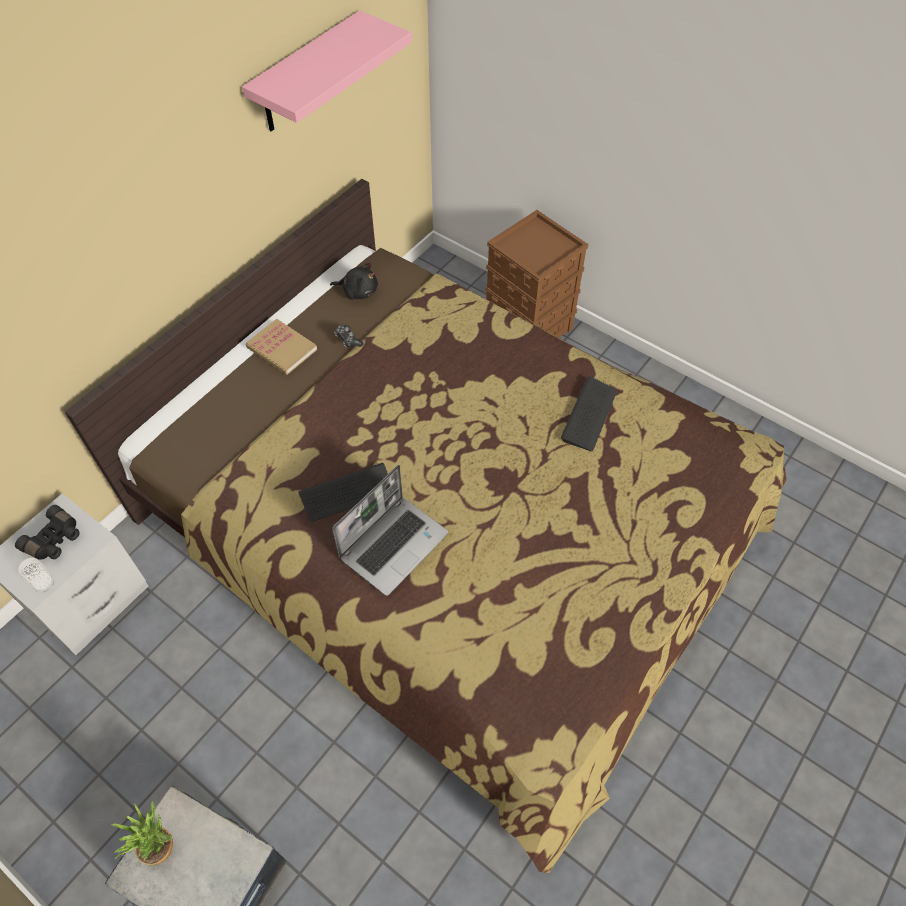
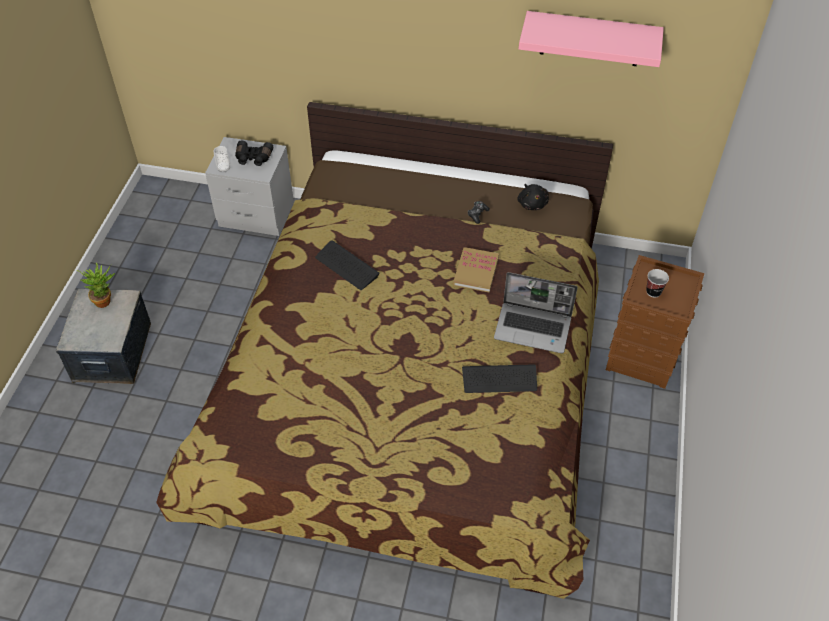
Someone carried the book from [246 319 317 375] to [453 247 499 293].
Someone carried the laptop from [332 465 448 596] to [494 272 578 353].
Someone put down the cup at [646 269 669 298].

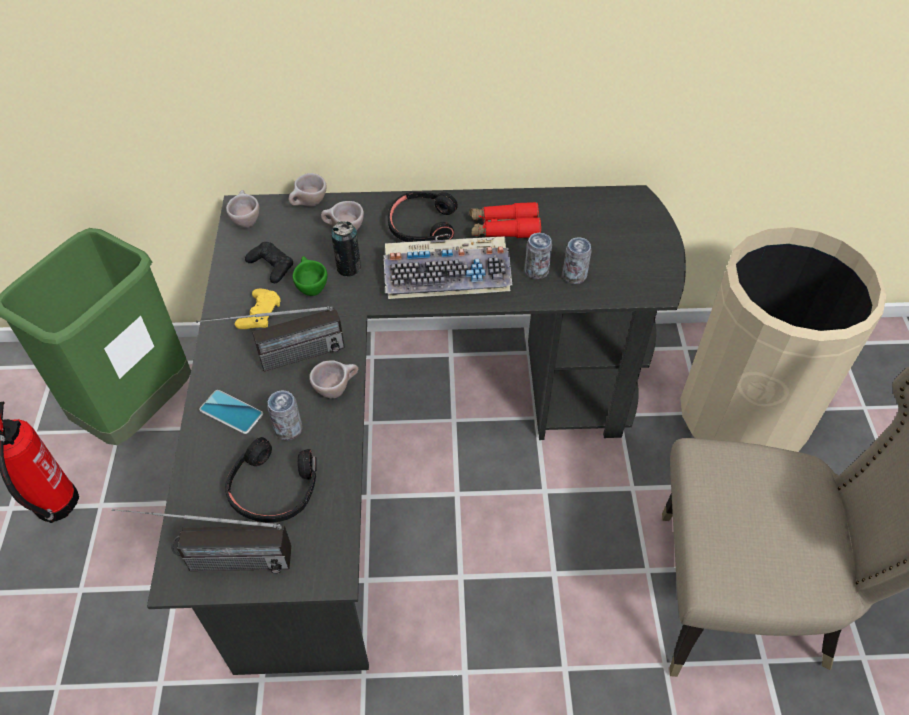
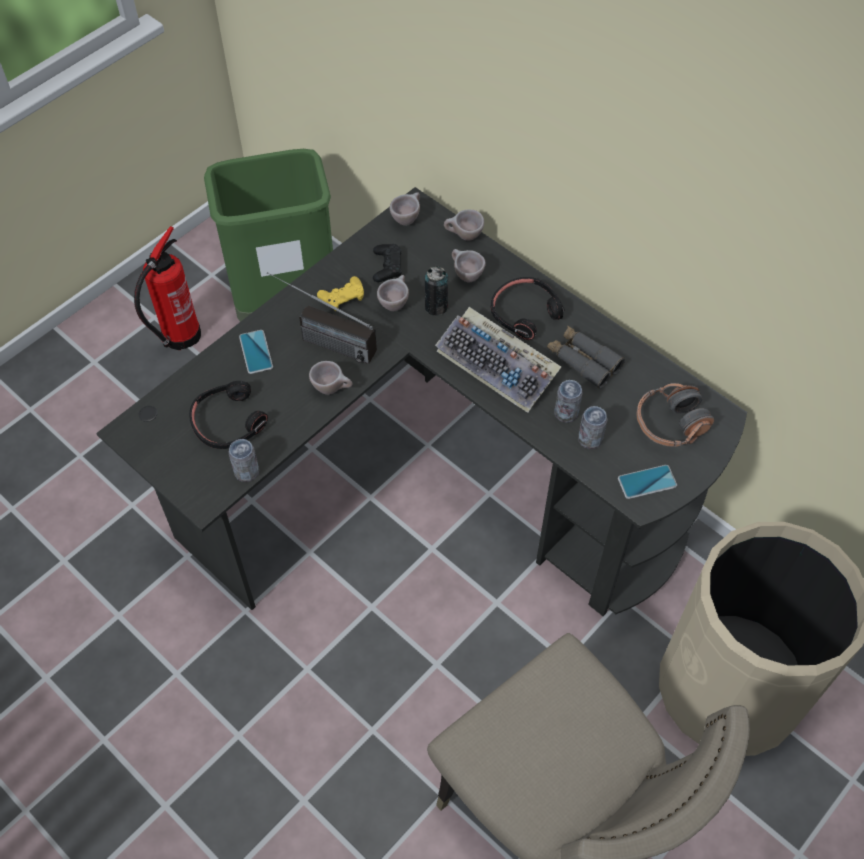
Someone took away the radio at [112 508 291 574].
Someone carried the can from [267 390 303 440] to [229 439 259 482].
Someone repainted the cup (green) at [292 256 327 296], which became the cup (beige) at [377 275 409 311].
Someone repainted the binoculars (red) at [469 202 541 238], which became the binoculars (grey) at [547 325 625 389].
Someone put down the phone at [618 465 677 499].
Someone put down the headphones at [637 383 715 447].

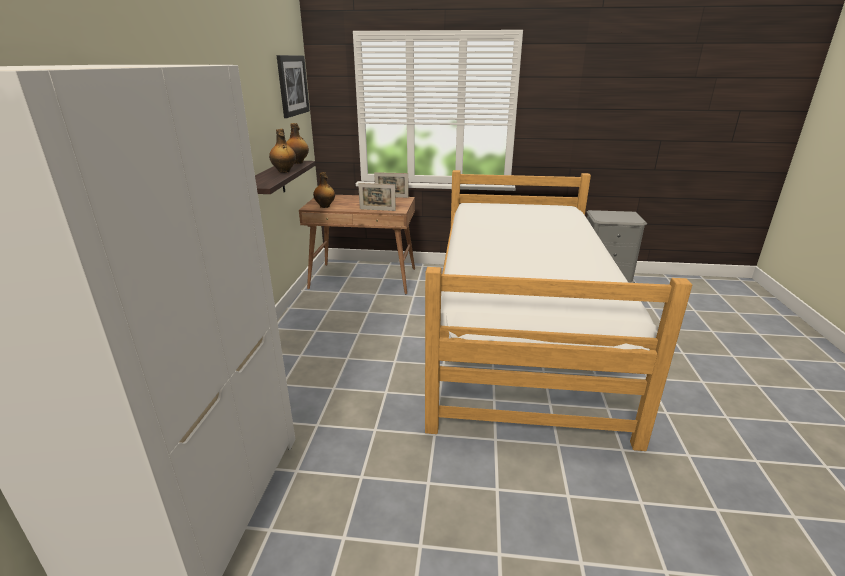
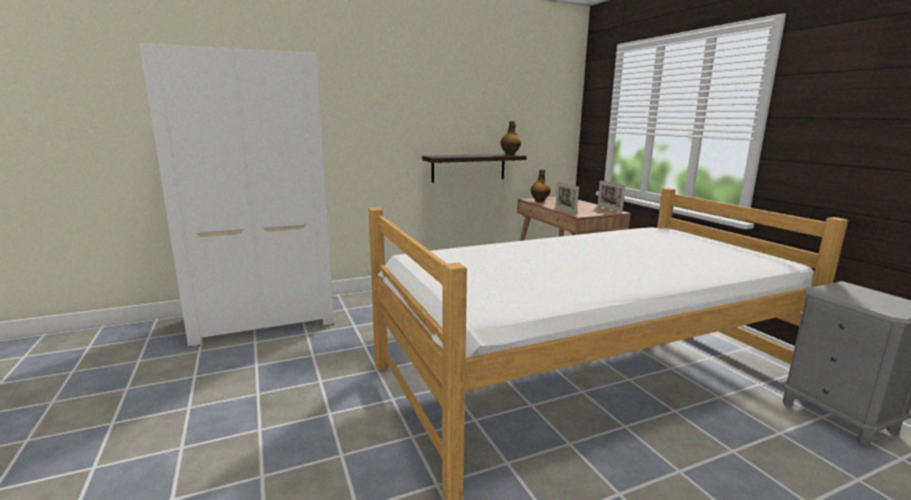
Someone took away the bottle at [269 129 296 173].
Someone took away the picture at [277 55 310 118].

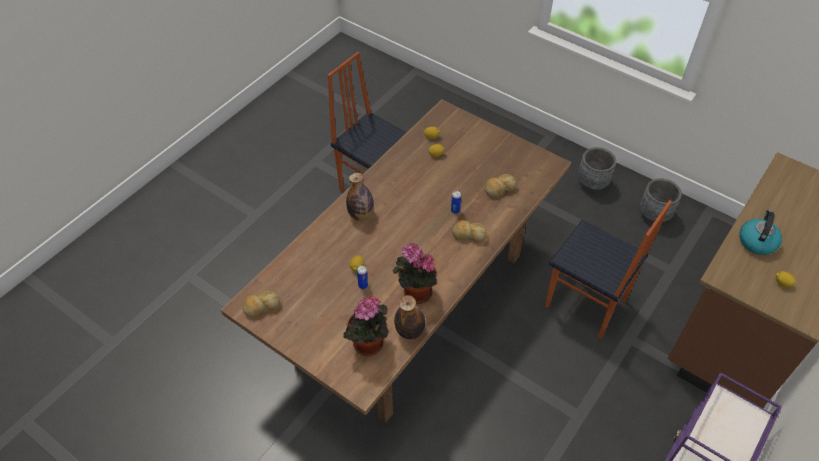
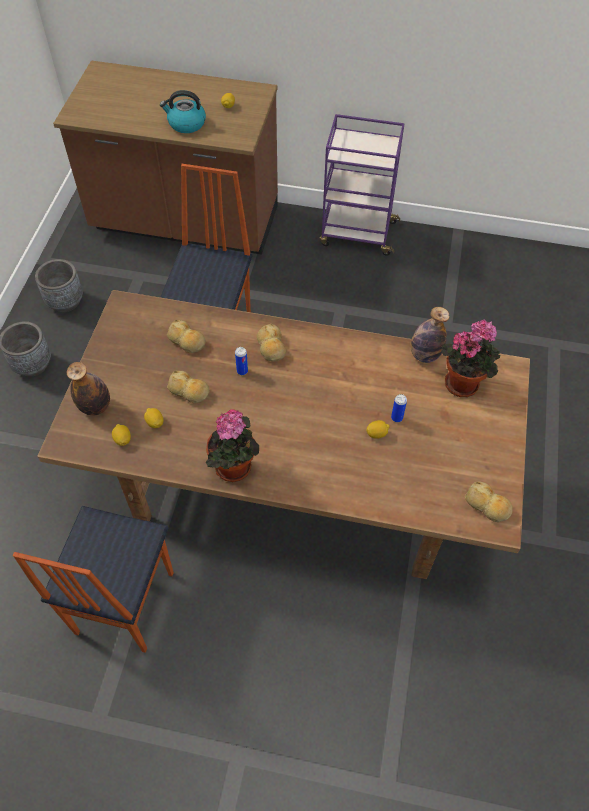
Someone carried the bottle from [346 173 374 221] to [67 362 110 416].
Someone carried the potted plant from [392 243 437 304] to [206 409 259 482].
Someone put down the bread at [167 371 210 403].

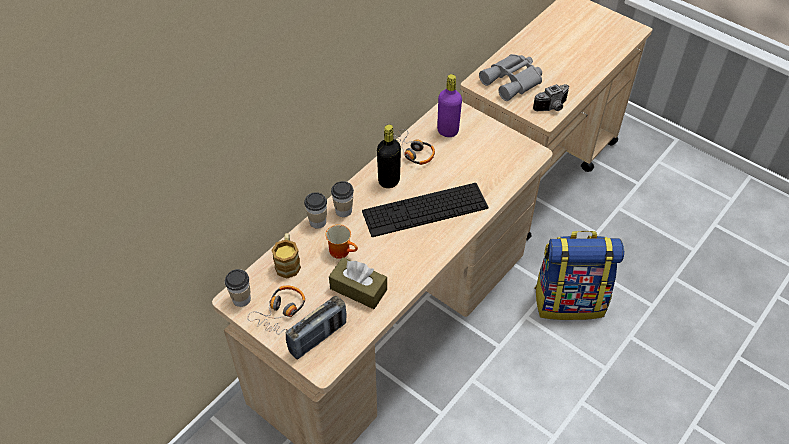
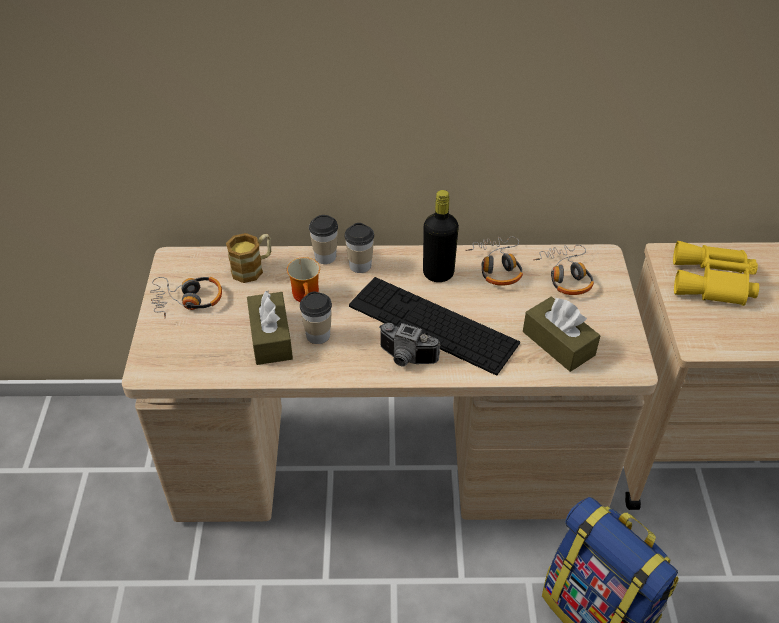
Someone carried the cup from [225 269 251 307] to [300 291 332 344].
Someone took away the radio at [285 296 346 360].
Someone swapped the bottle (purple) at [437 74 462 137] for the headphones at [533 245 594 295].
Someone repainted the binoculars (grey) at [479 54 542 101], which became the binoculars (yellow) at [673 241 759 306].
Someone carried the photo camera from [533 84 569 111] to [379 323 441 366].
Someone put down the tissue box (brown) at [523 297 600 372].

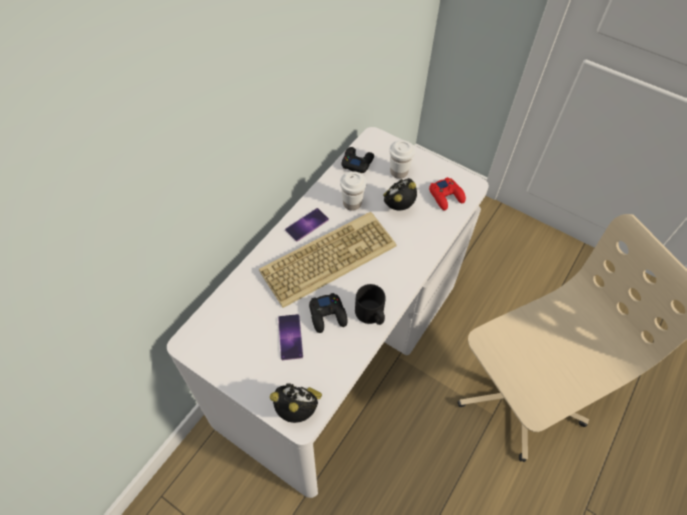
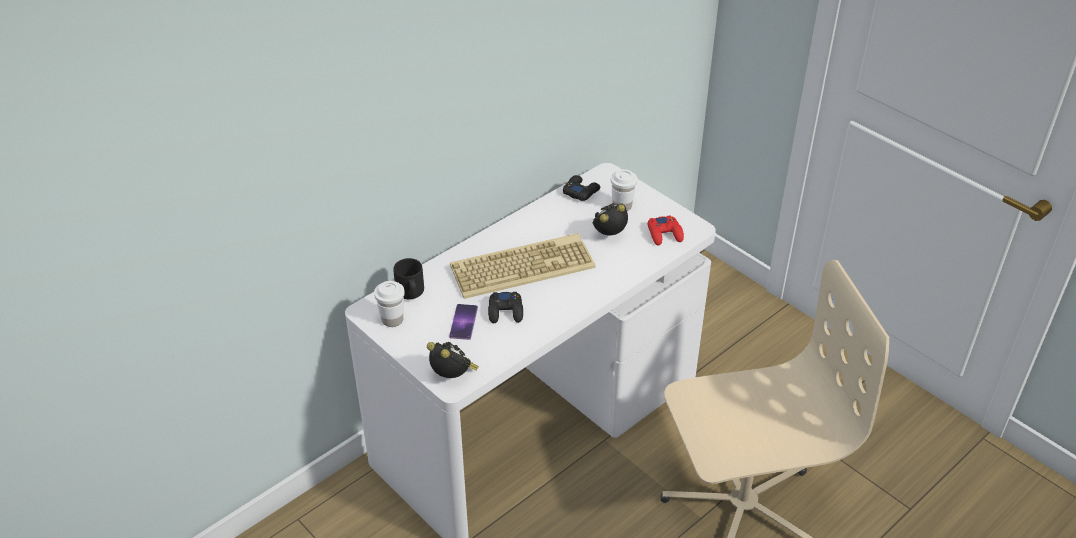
Someone took away the phone at [285 208 329 242].
Someone carried the cup (white) from [340 171 367 211] to [374 281 405 327].
Someone carried the mug (black) from [355 284 386 325] to [393 258 424 299].

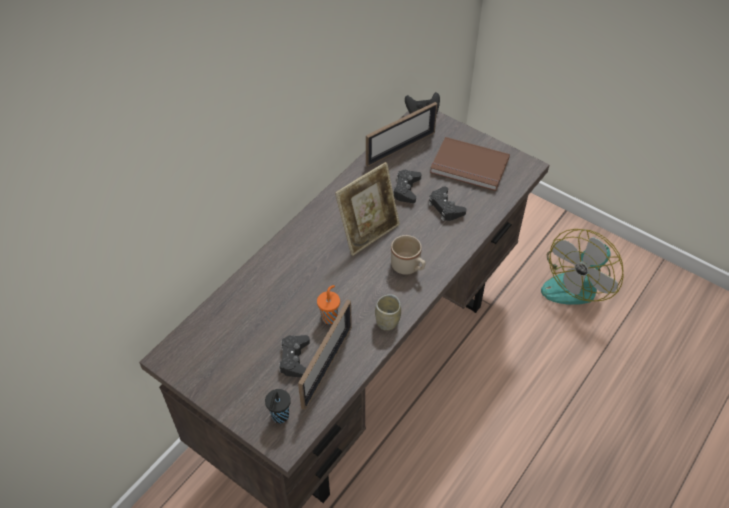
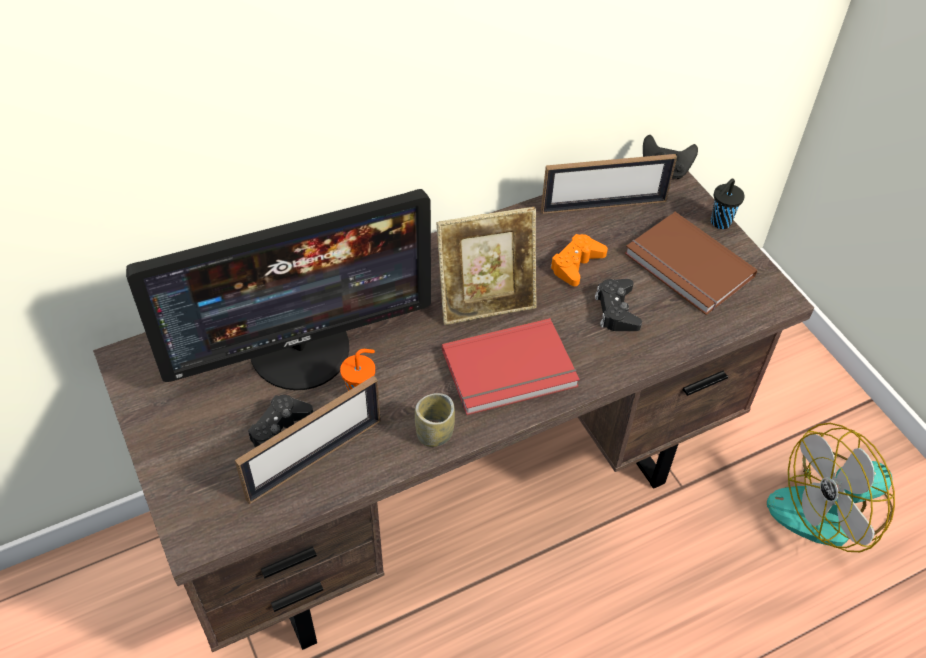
Someone carried the cup (black) from [265 389 291 423] to [711 179 745 229].
Someone swapped the mug (beige) at [391 235 426 275] for the book (red) at [442 318 580 415].
Someone repainted the game controller (black) at [393 170 421 203], which became the game controller (orange) at [550 234 608 286].
Someone put down the monitor at [126 189 431 390].

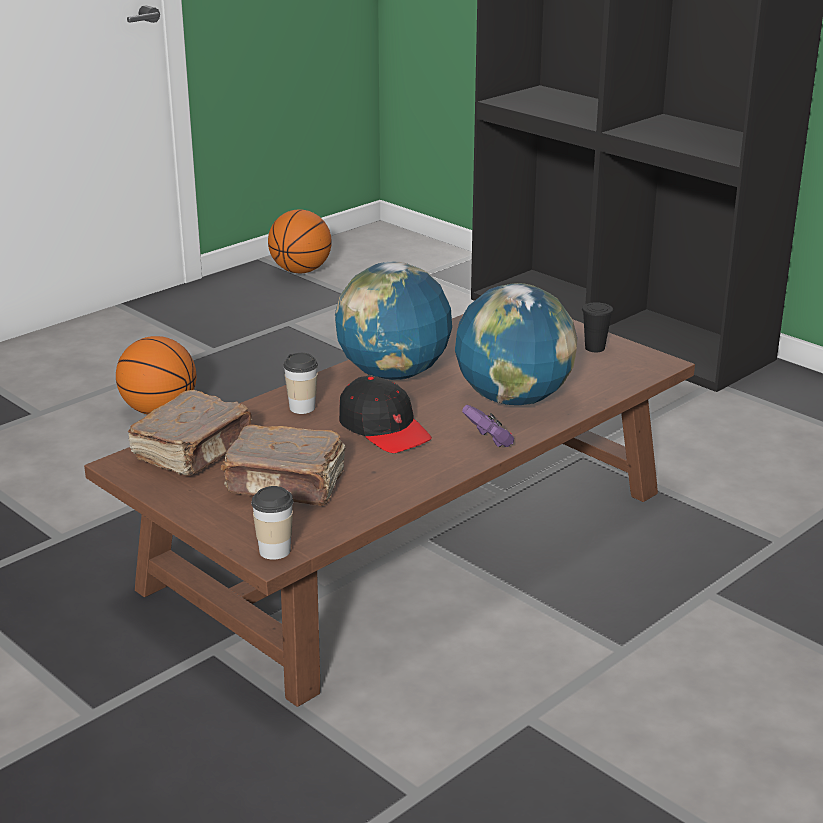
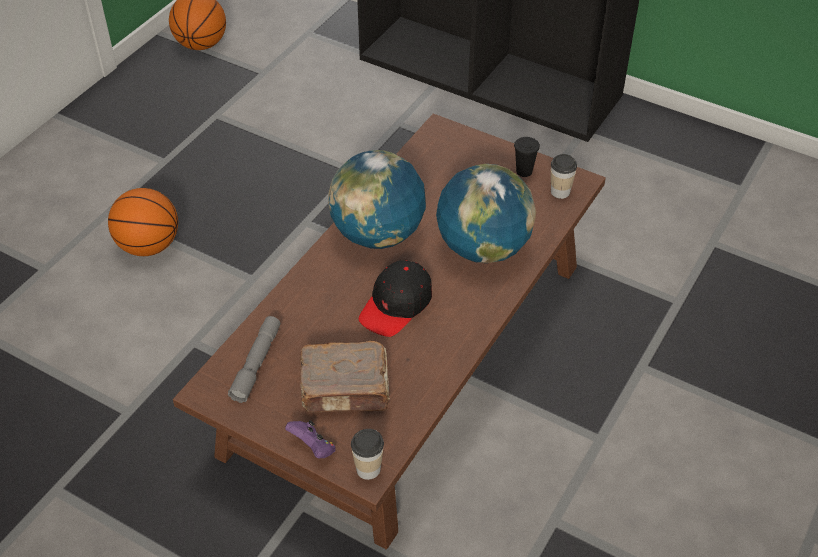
Someone swapped the book (brown) at [128 390 252 475] for the flashlight (grey) at [228 316 281 403].
Someone carried the cup from [283 353 318 414] to [551 154 577 199].
Someone rotated the cap (black) at [339 376 432 453] by 90 degrees clockwise.
Someone carried the game controller (purple) from [462 405 514 447] to [285 420 336 458].

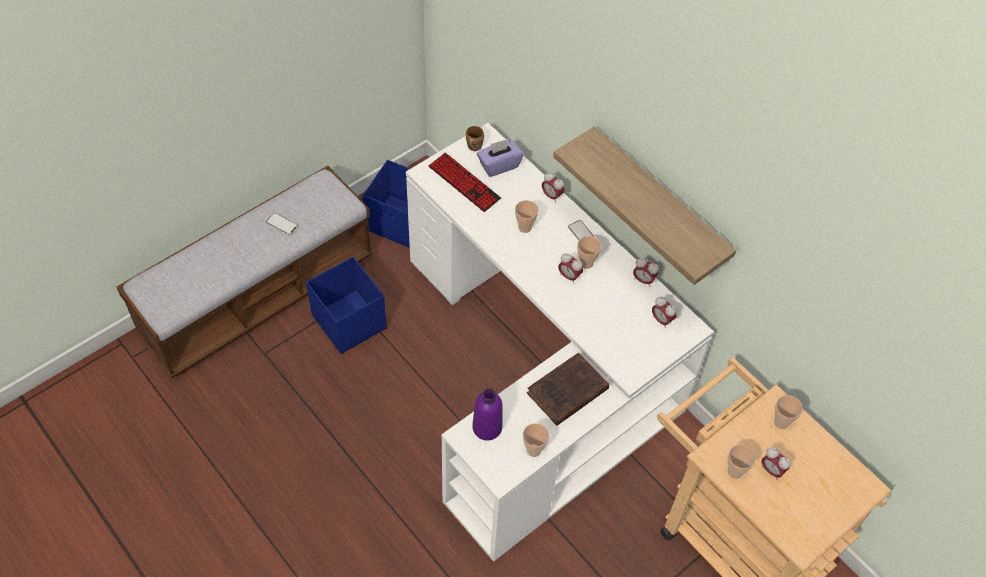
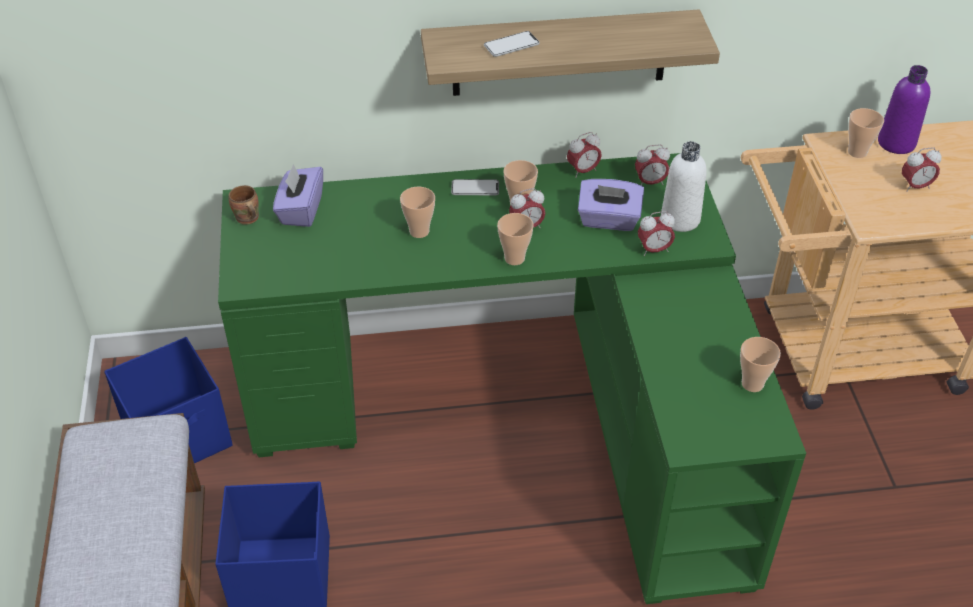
Someone carried the phone from [266 213 298 235] to [484 31 540 57].
Someone repainted the desk (white) at [406 123 714 562], which became the desk (green) at [218 153 806 604].
Someone took away the keyboard at [429 152 501 212].
Someone carried the bottle (purple) from [472 388 503 440] to [878 65 930 154].
Someone took away the book (brown) at [527 352 609 426].
Someone carried the alarm clock from [542 172 565 203] to [638 211 675 256].
Someone carried the cup from [728 444 756 479] to [497 213 534 265].
Someone put down the tissue box (purple) at [578 179 644 231].
Someone put down the bottle (white) at [661 141 707 232].

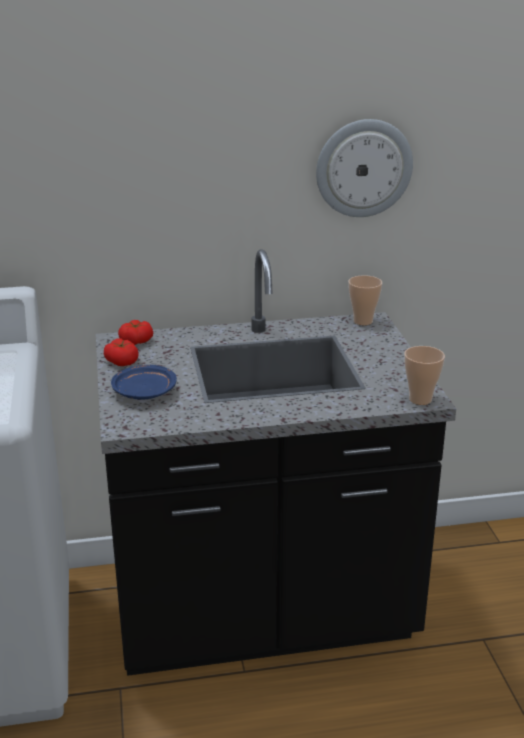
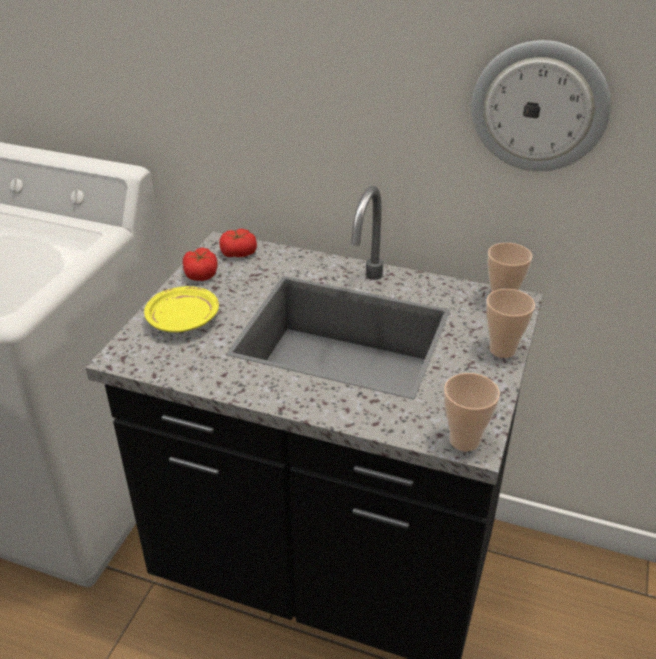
Someone repainted the plate (blue) at [111 365 177 400], which became the plate (yellow) at [144 286 219 333].
Someone put down the cup at [486 289 535 358].

